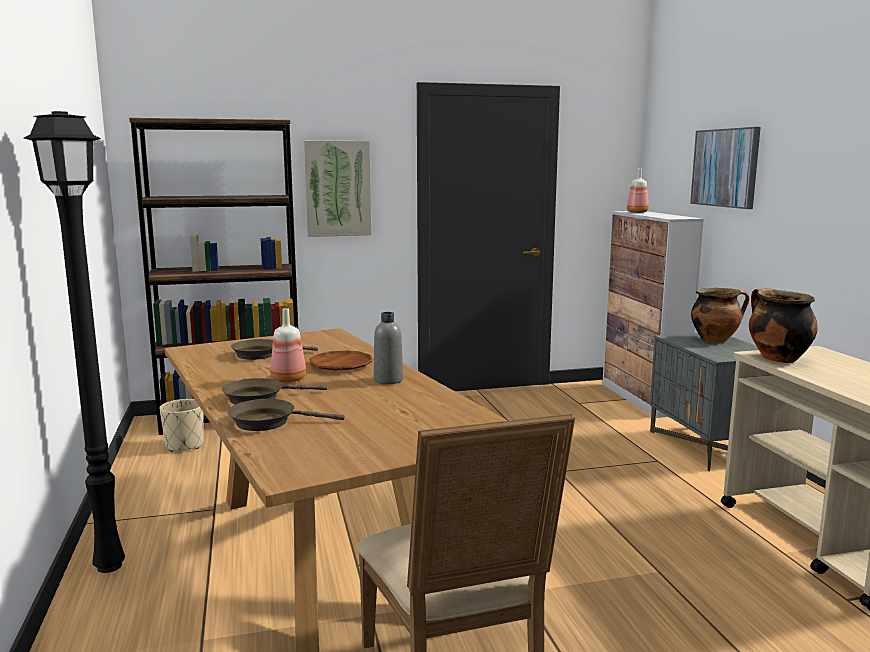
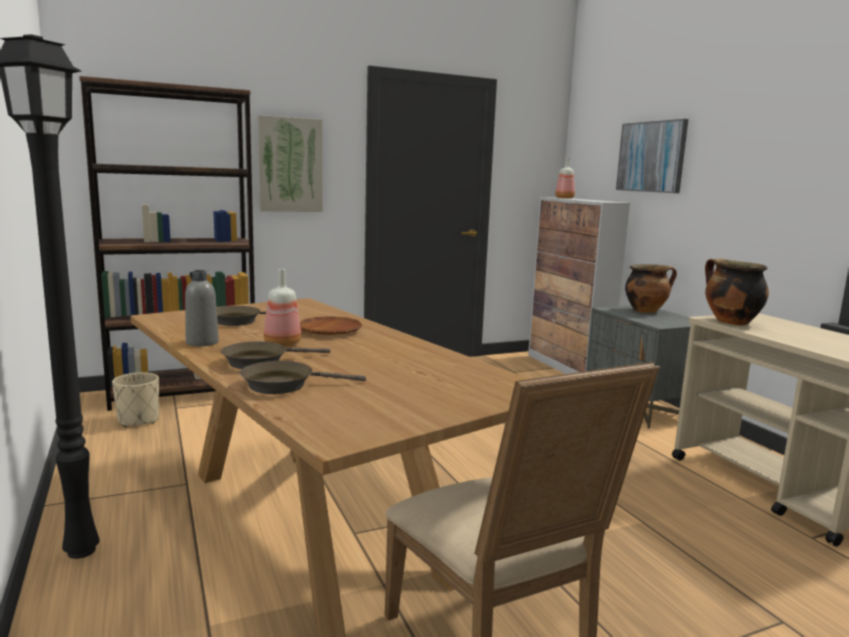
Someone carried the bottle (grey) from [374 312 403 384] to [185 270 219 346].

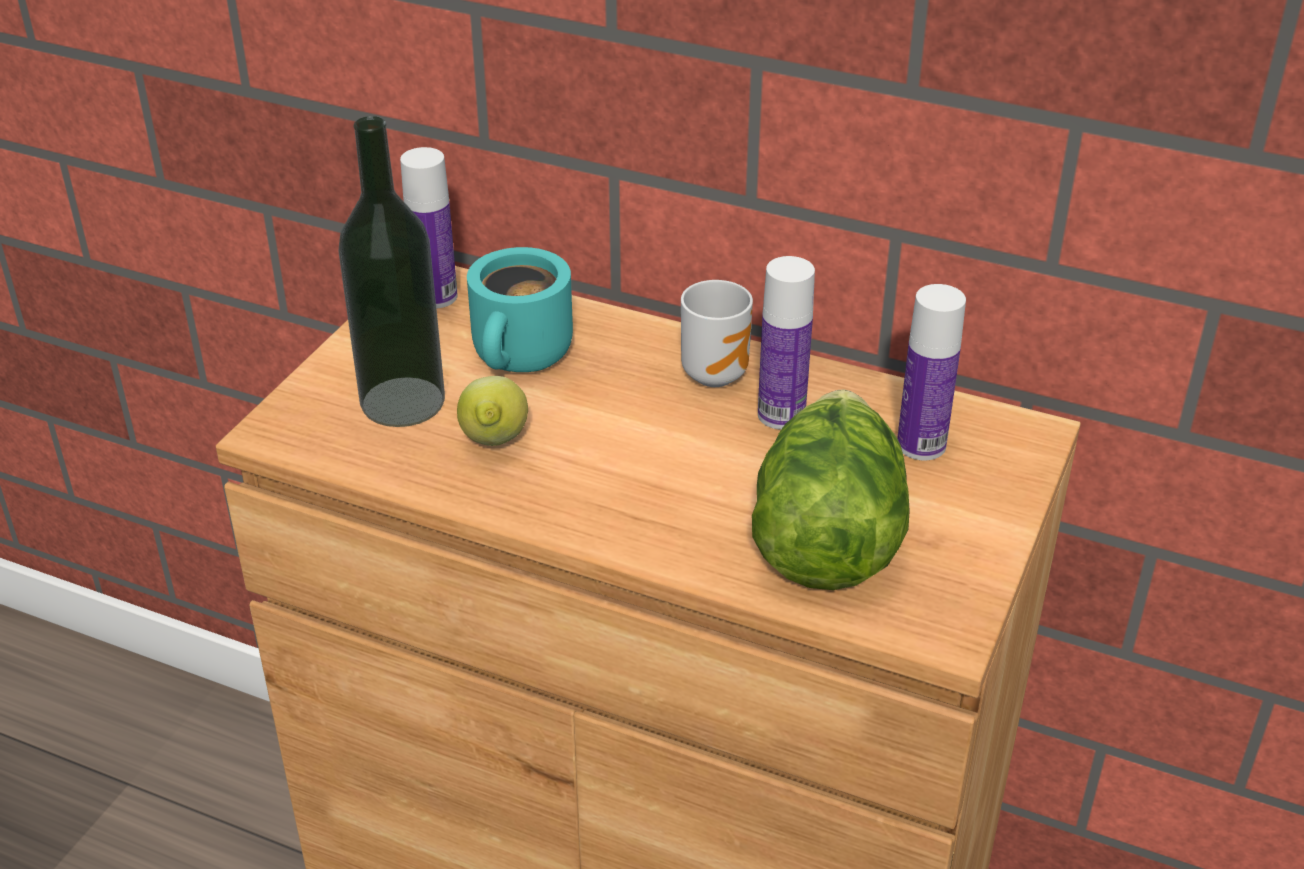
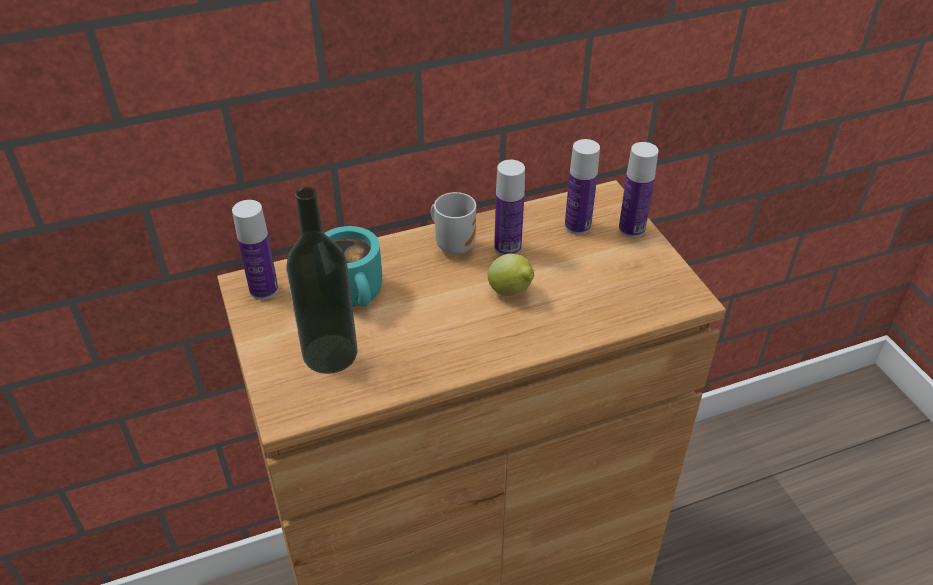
Someone carried the lemon from [457 376 528 446] to [488 254 534 296].
Someone took away the lettuce at [752 389 910 590].
Someone put down the bottle at [619 142 659 238].

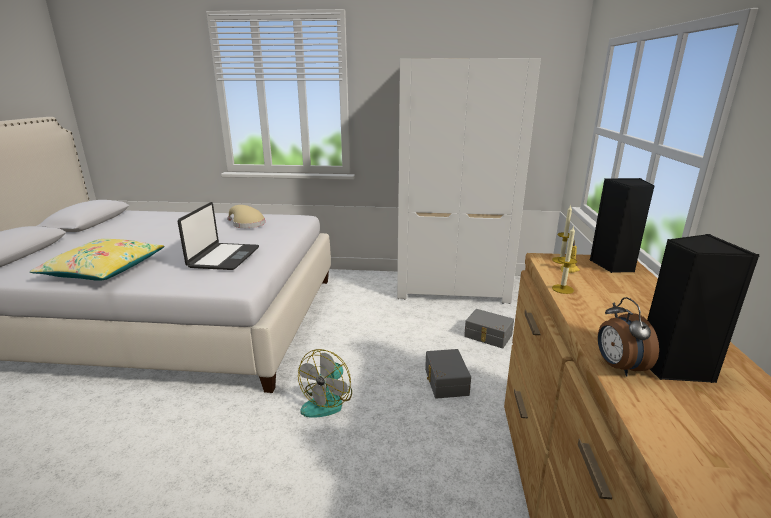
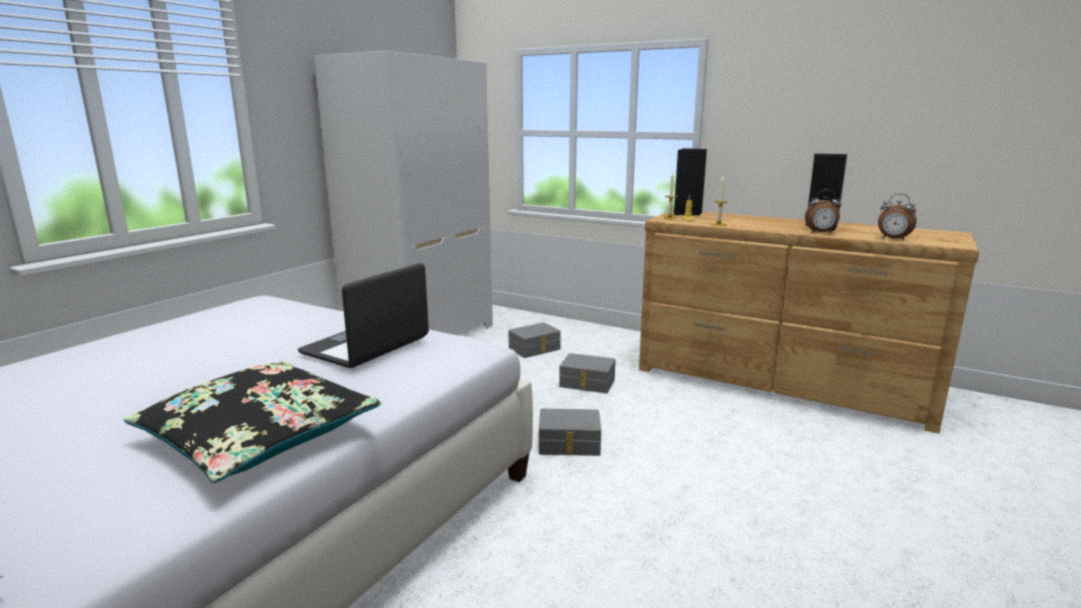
Someone repainted the pillow (yellow) at [30 239 165 281], which became the pillow (black) at [123 362 381 483].
Someone rotated the laptop at [178 202 259 270] by 90 degrees counterclockwise.
Someone took away the hat (beige) at [227 205 265 228].
Someone swapped the fan at [298 349 352 418] for the storage box (grey) at [539 409 601 456].
Someone put down the alarm clock at [878 194 917 241].

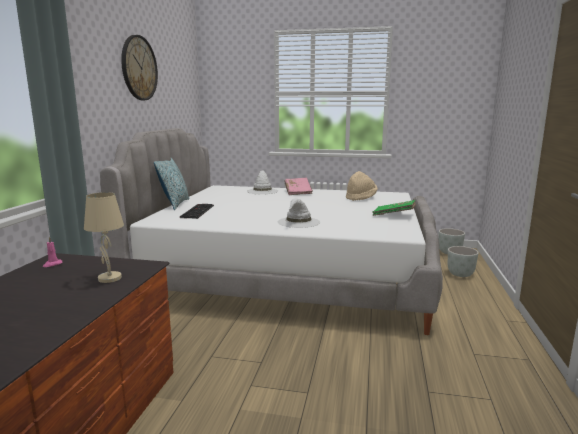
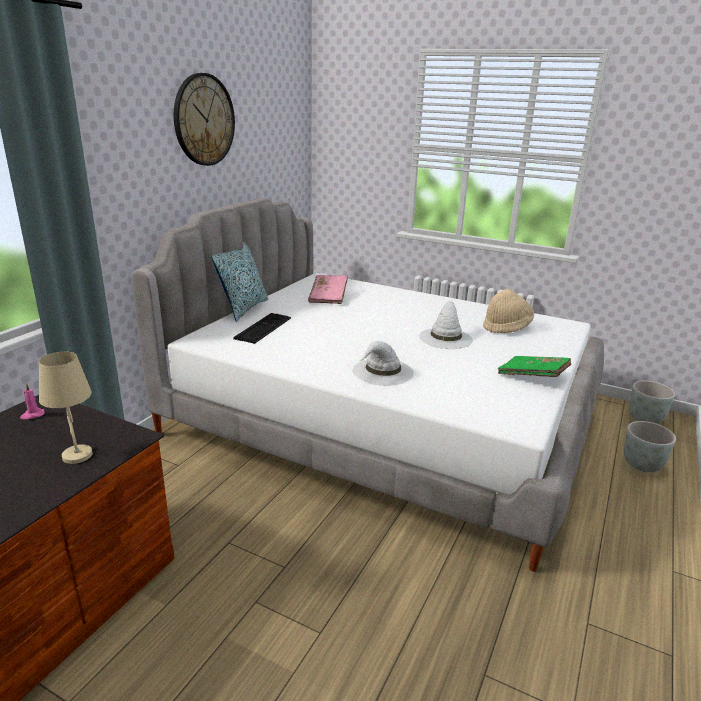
Someone carried the hat (white) from [247 170 278 194] to [419 301 473 349].
Someone carried the book (pink) from [285 177 313 195] to [308 275 348 304].

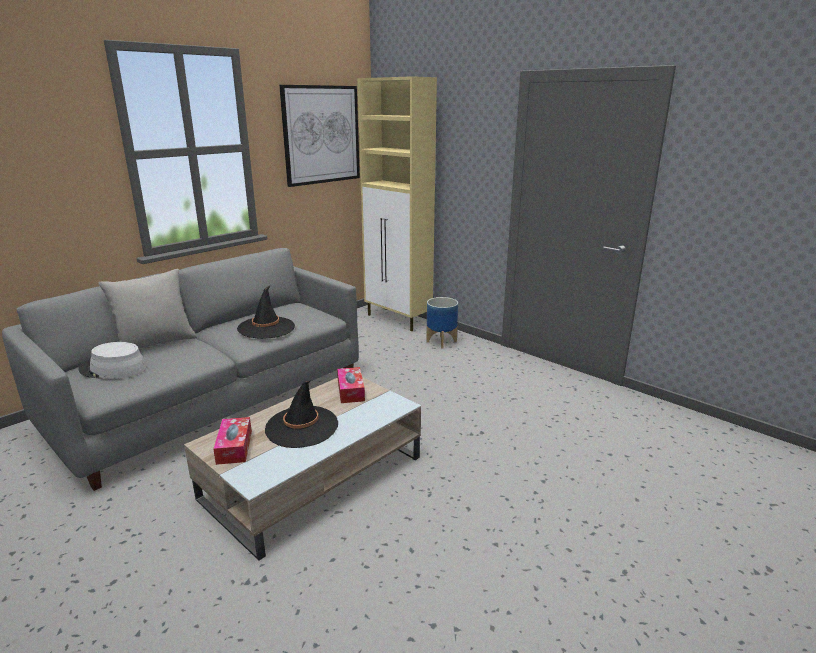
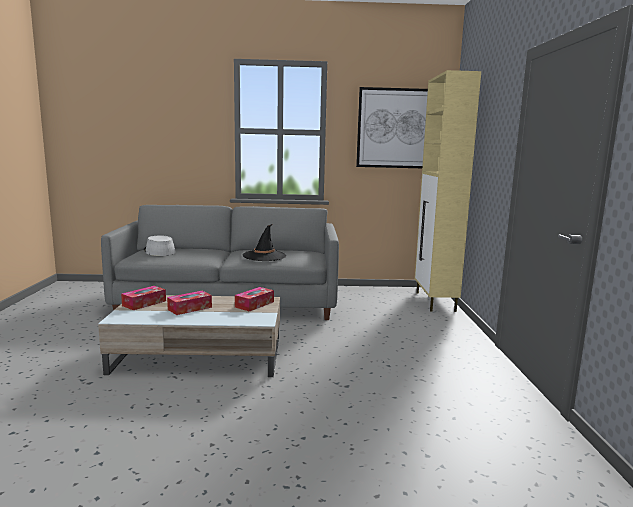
Someone took away the pillow (grey) at [98 269 197 348].
Someone swapped the hat (black) at [265 381 338 448] for the tissue box at [167 291 212 315].
Someone took away the planter at [426 297 458 348].

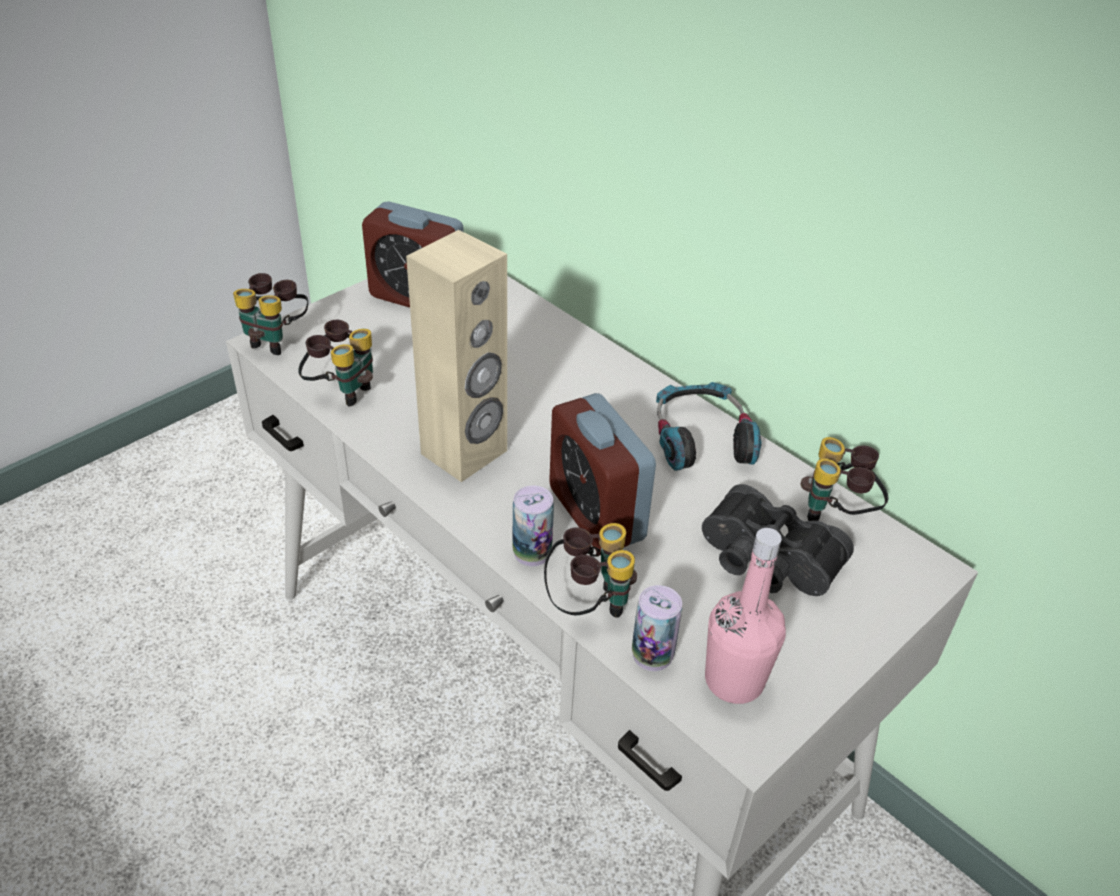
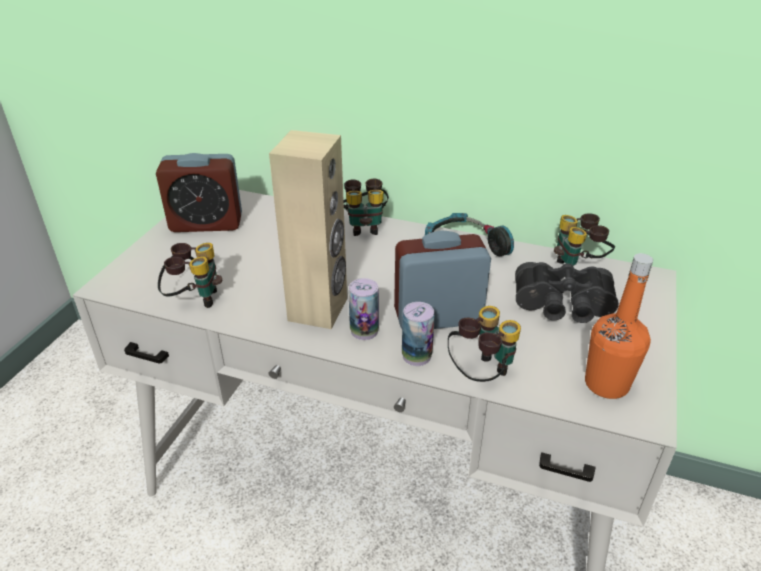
Someone carried the binoculars from [233 273 308 355] to [344 179 389 236].
Someone rotated the alarm clock at [549 393 656 550] by 135 degrees clockwise.
Someone carried the can from [632 585 682 671] to [349 278 379 340].
Someone repainted the bottle (pink) at [705 528 786 704], which became the bottle (orange) at [585 253 653 399].

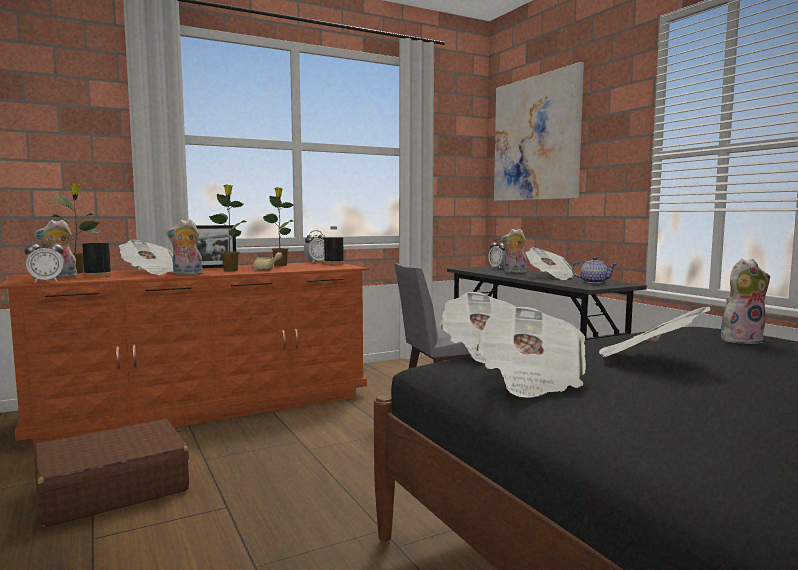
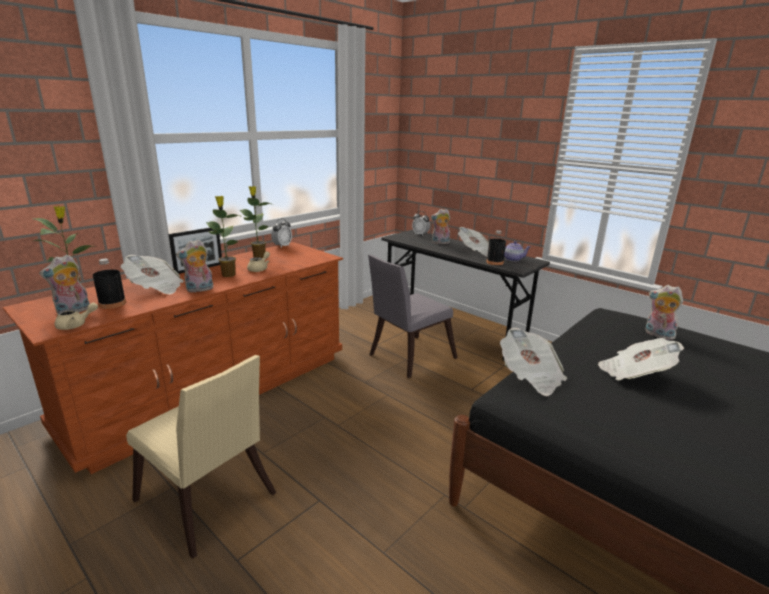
Someone swapped the alarm clock at [25 237 65 283] for the teapot (beige) at [55 303 98 330].
Someone swapped the suitcase (brown) at [35 419 189 527] for the chair (beige) at [126 355 276 559].
Someone carried the bottle (black) from [324 226 344 265] to [486 230 506 265].
Someone took away the newspaper at [476 307 586 398].
Someone took away the picture at [494 62 584 201].
Someone rotated the plush toy at [721 259 770 344] by 105 degrees counterclockwise.

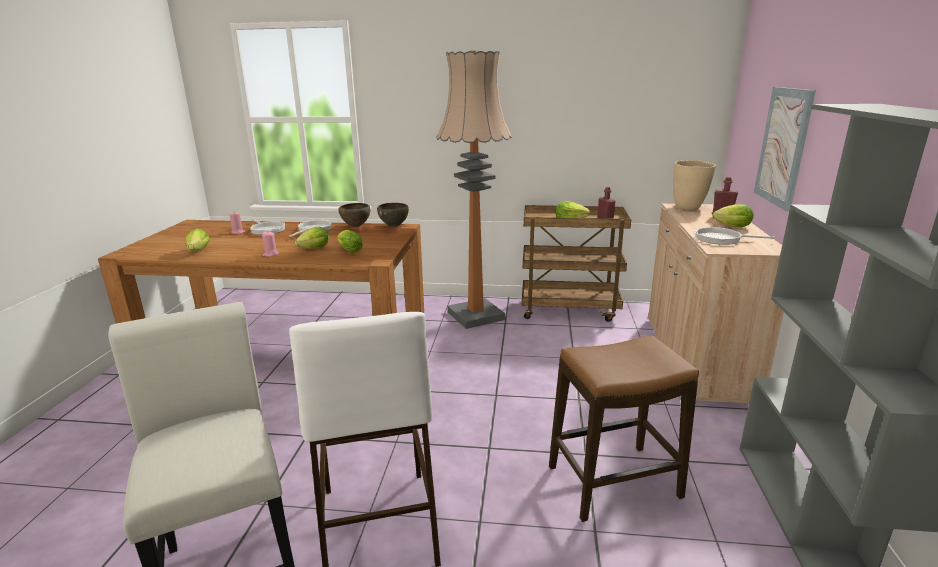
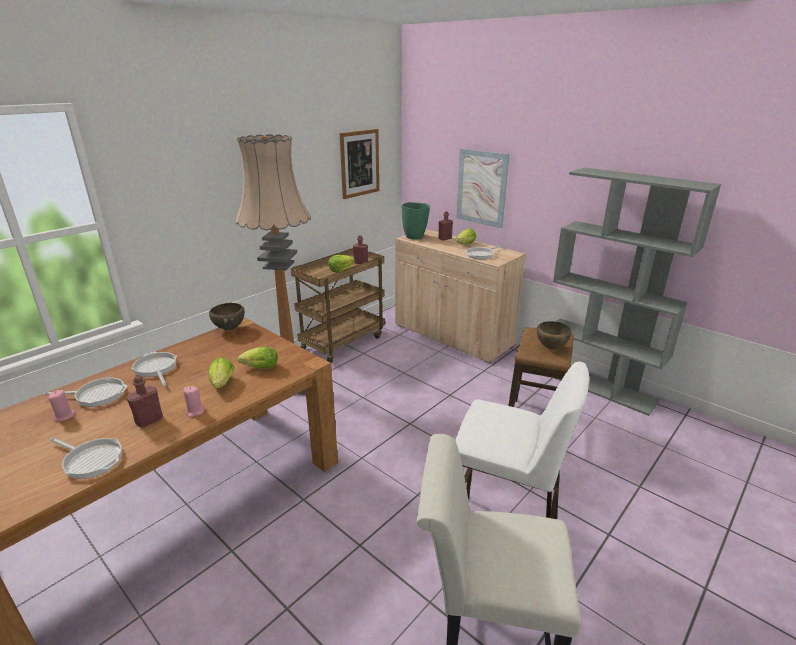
Someone swapped the lettuce at [186 228 210 252] for the frying pan at [50 438 122 479].
Someone carried the bowl (brown) from [338 203 370 227] to [537 321 572 349].
Someone repainted the vase (beige) at [673 160 716 210], which became the vase (green) at [402 202 430 239].
Someone put down the bottle (red) at [127 376 163 428].
Someone put up the picture at [340 129 379 199].

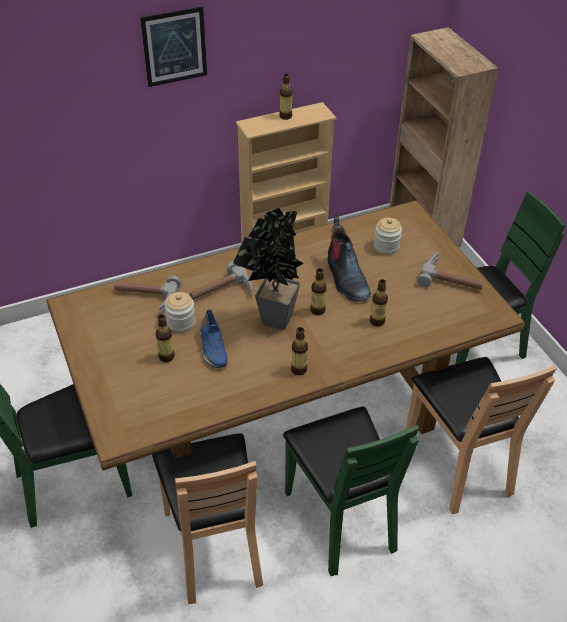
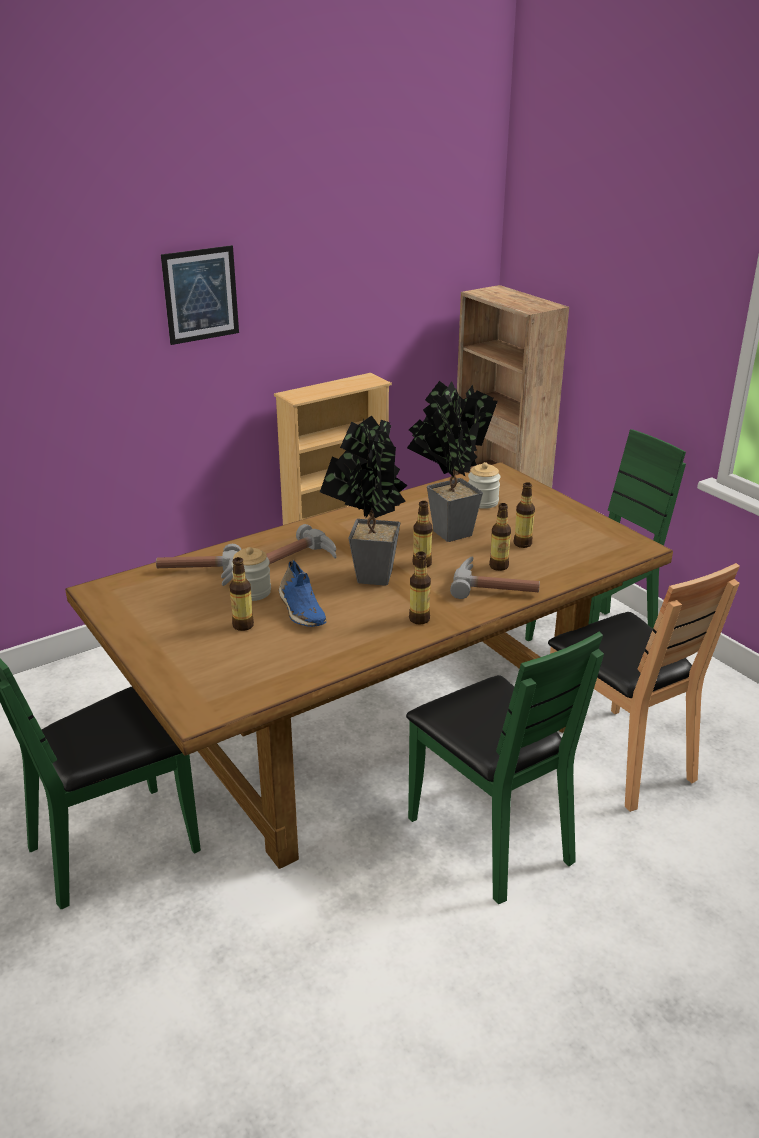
Someone took away the chair (brown) at [152 433 263 604].
Someone carried the bottle from [279 74 293 120] to [514 482 535 548].
Someone swapped the boot at [328 214 371 301] for the potted plant at [407 381 498 542].
Someone carried the hammer from [417 252 484 289] to [450 556 540 599].

